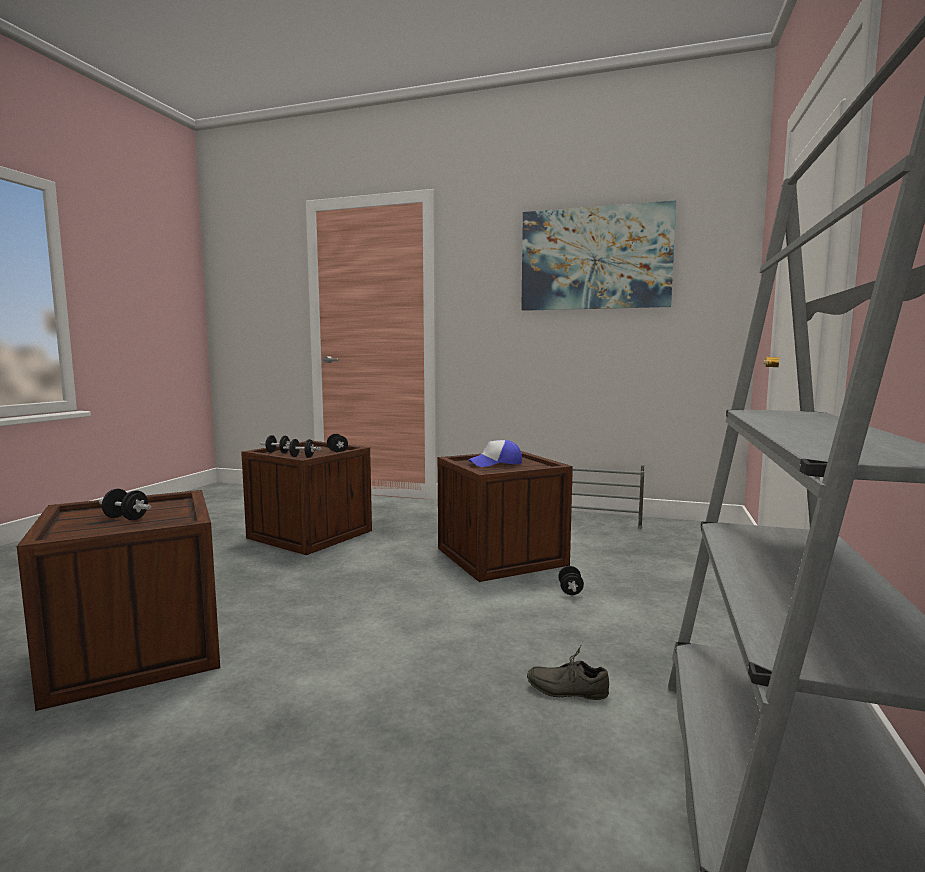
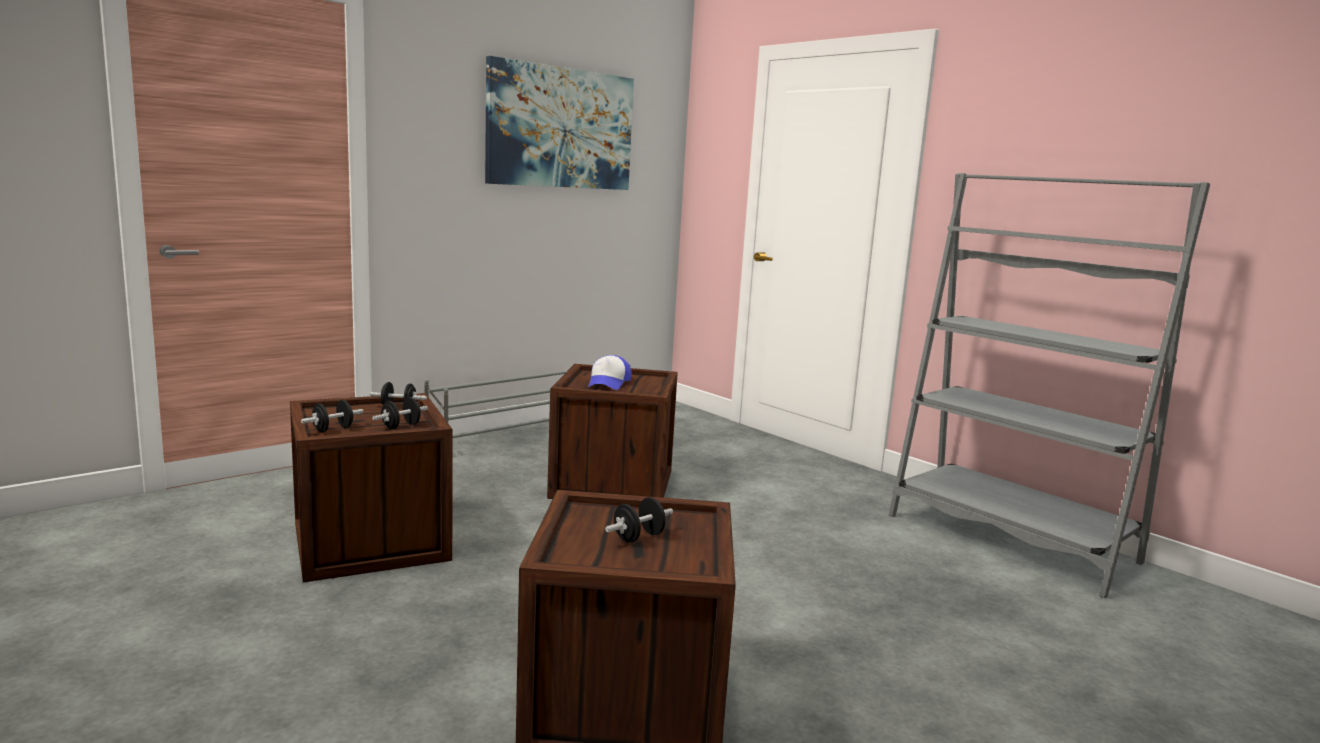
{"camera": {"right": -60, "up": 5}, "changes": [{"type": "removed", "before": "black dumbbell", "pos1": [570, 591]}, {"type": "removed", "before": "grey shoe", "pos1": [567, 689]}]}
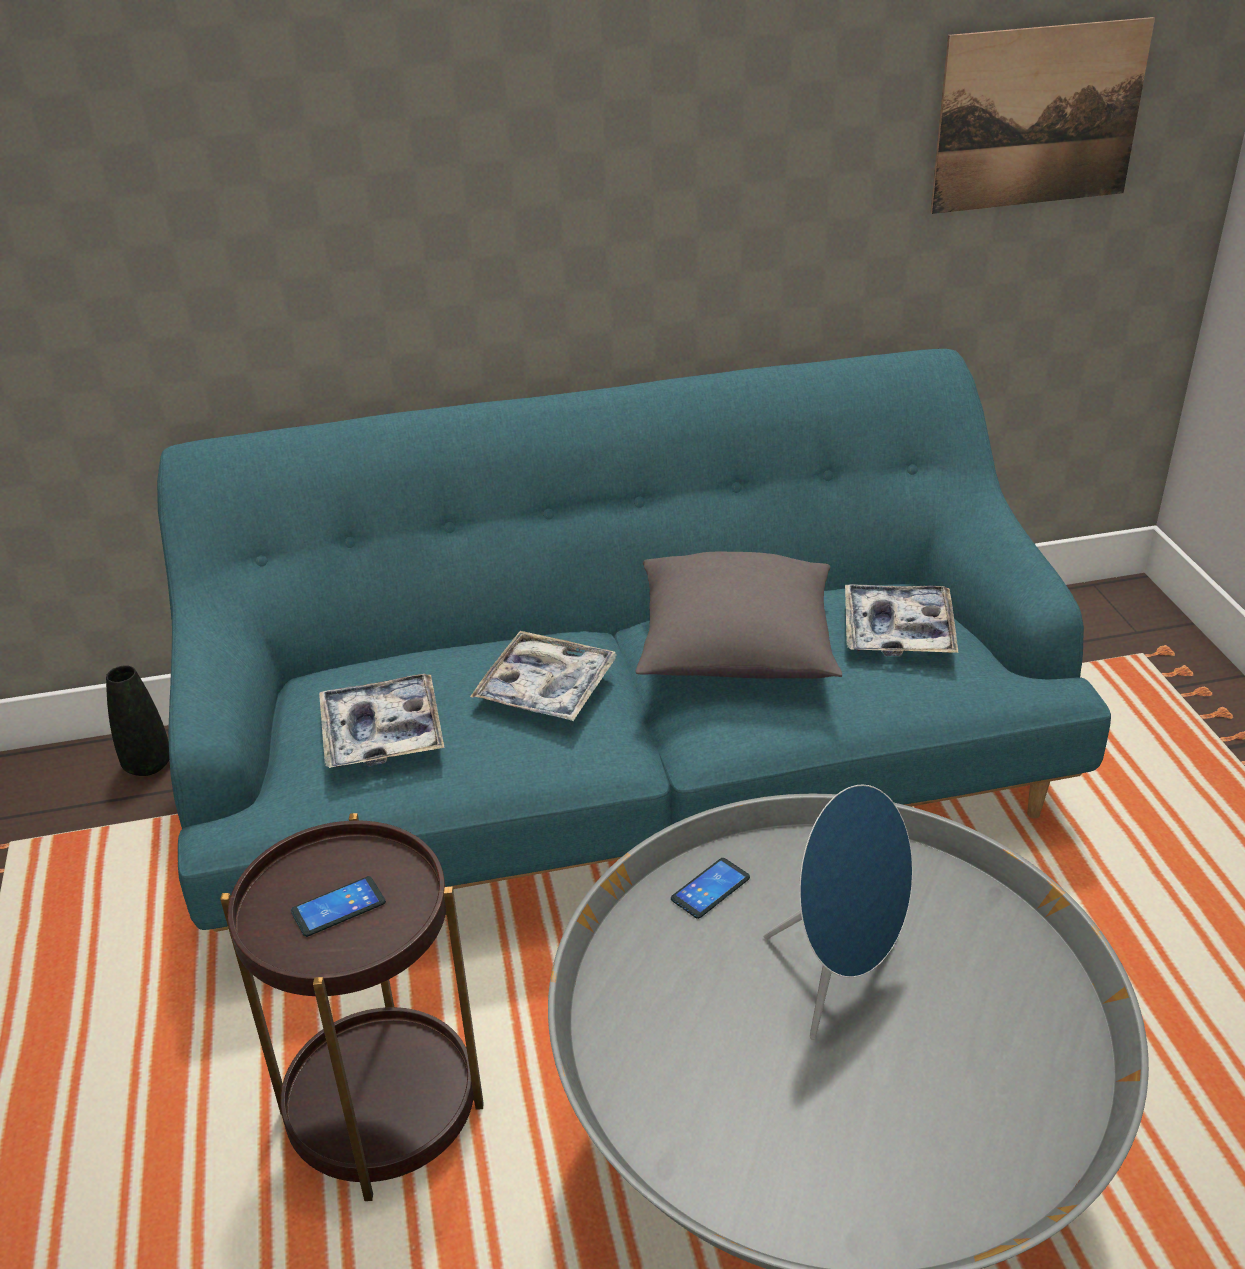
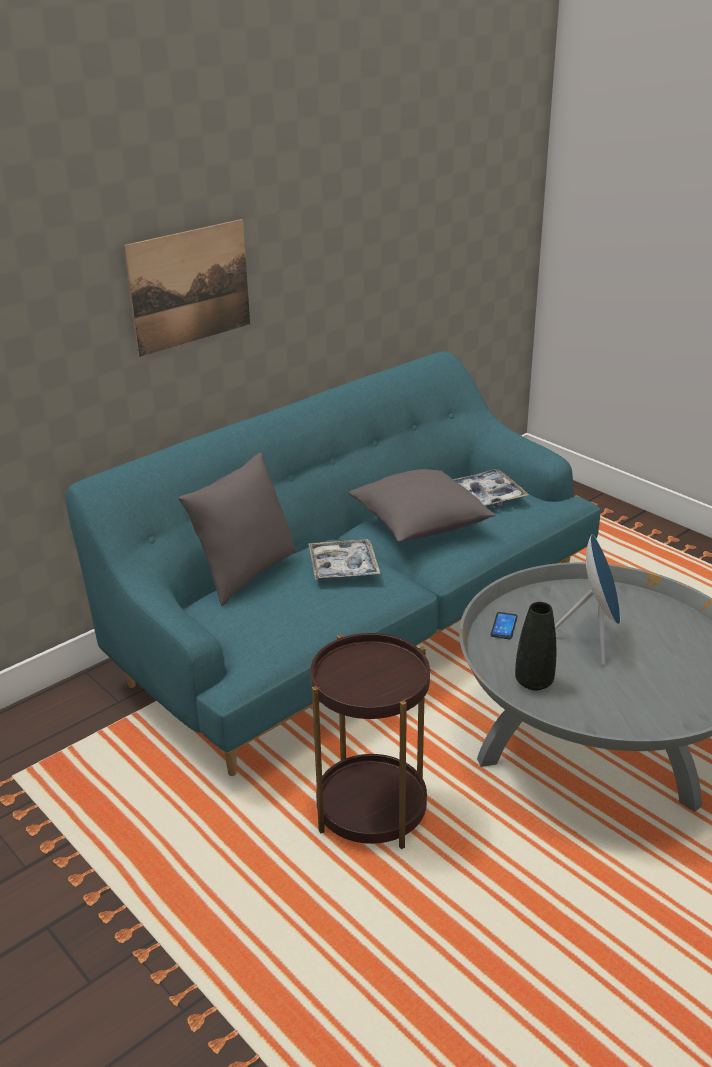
{"camera": {"right": -30, "up": -5}, "changes": [{"type": "moved", "before": "picture", "pos1": [1039, 117], "pos2": [190, 286]}, {"type": "moved", "before": "black vase", "pos1": [148, 765], "pos2": [534, 682]}, {"type": "removed", "before": "tray", "pos1": [382, 732]}, {"type": "removed", "before": "phone", "pos1": [338, 907]}, {"type": "added", "after": "grey pillow", "pos2": [245, 574]}]}
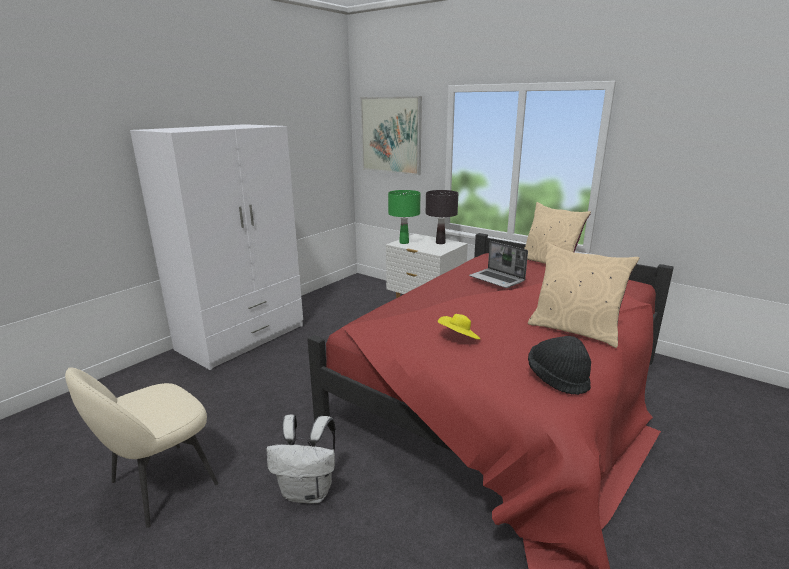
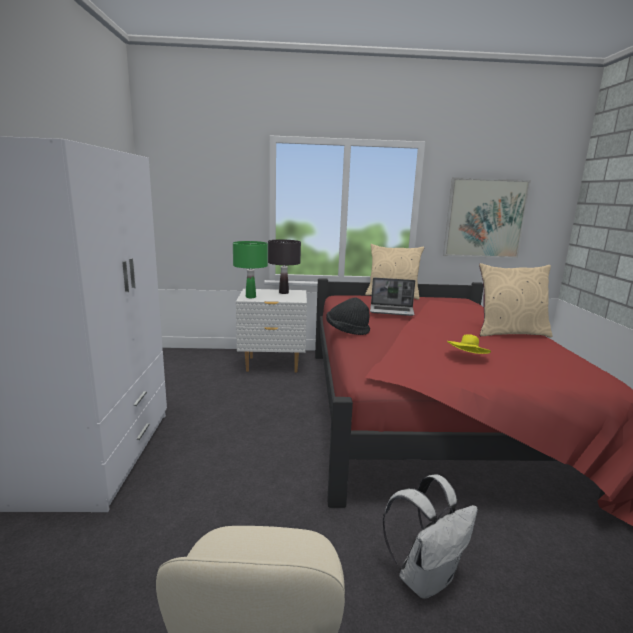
{"camera": {"right": -40, "up": -5}, "changes": [{"type": "moved", "before": "picture", "pos1": [391, 135], "pos2": [484, 218]}, {"type": "moved", "before": "black hat", "pos1": [557, 379], "pos2": [347, 331]}]}
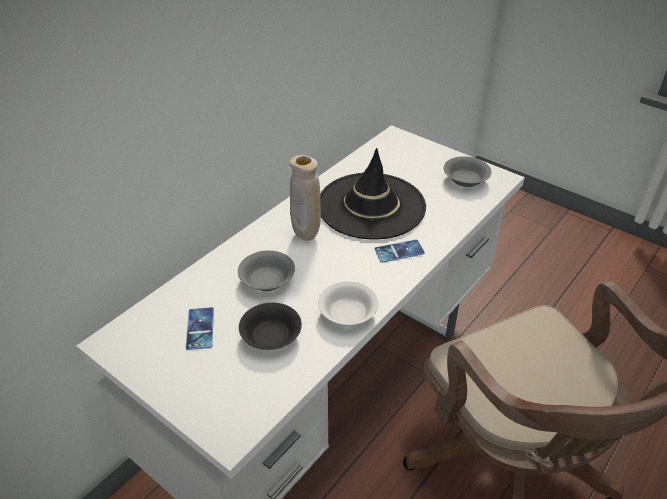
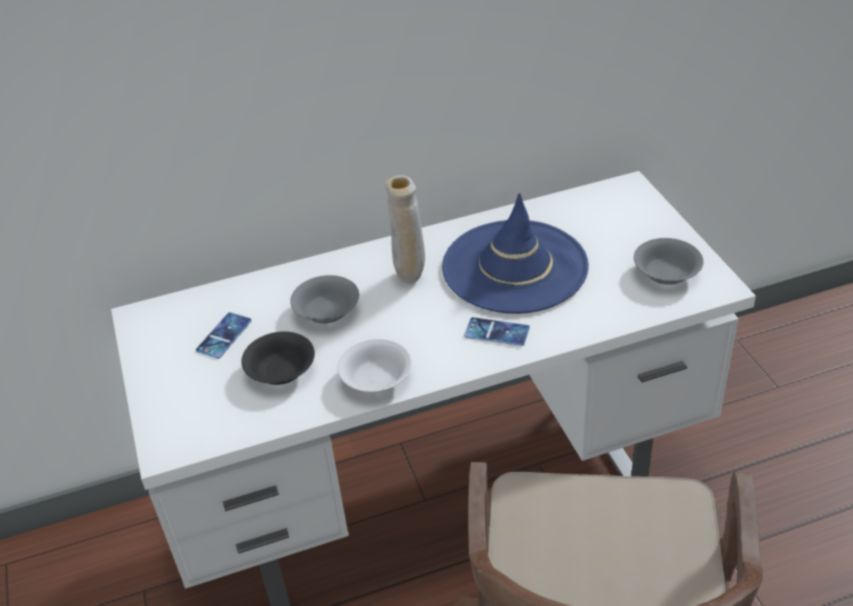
{"camera": {"right": 35, "up": 0}, "changes": [{"type": "recoloured", "before": "black hat", "after": "blue hat", "pos1": [371, 206], "pos2": [514, 267]}]}
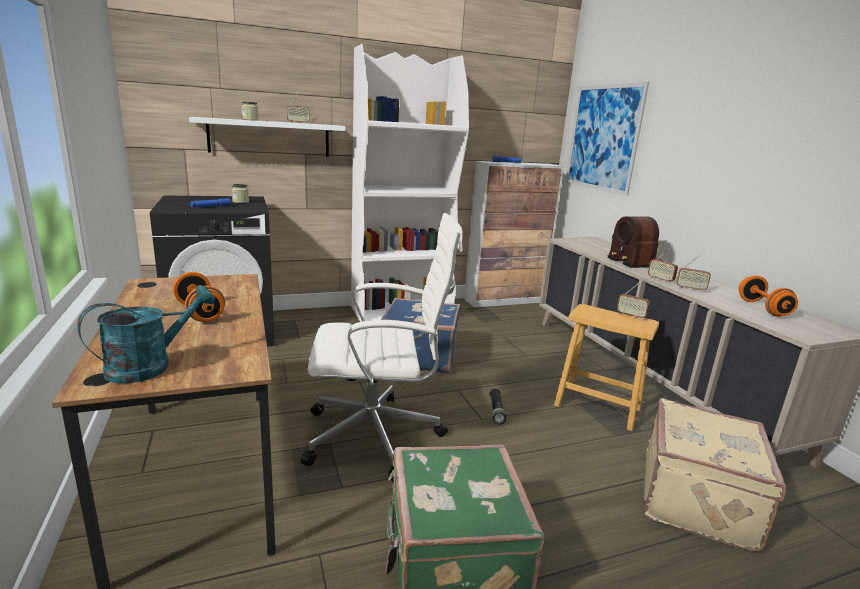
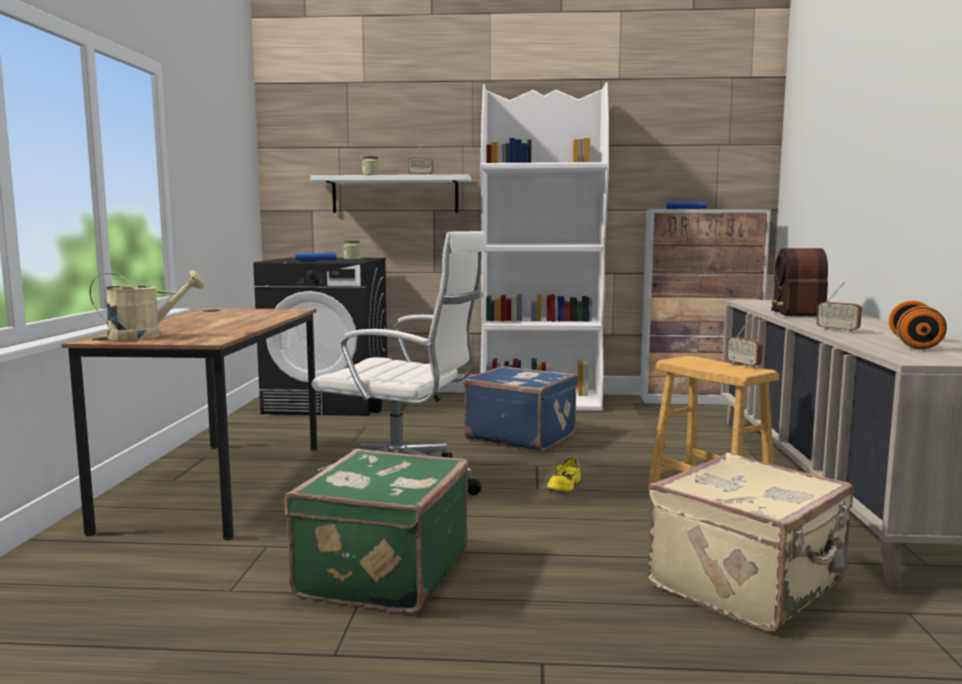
{"camera": {"right": 25, "up": -10}, "changes": [{"type": "removed", "before": "picture", "pos1": [603, 138]}, {"type": "removed", "before": "radio", "pos1": [660, 279]}, {"type": "removed", "before": "orange dumbbell", "pos1": [200, 312]}, {"type": "recoloured", "before": "turquoise watering can", "after": "beige watering can", "pos1": [150, 366], "pos2": [145, 336]}, {"type": "replaced", "before": "black flashlight", "after": "yellow shoe", "pos1": [496, 411], "pos2": [564, 485]}]}
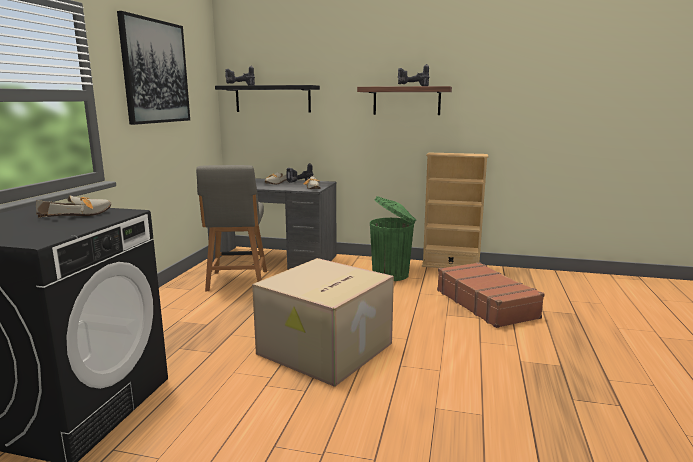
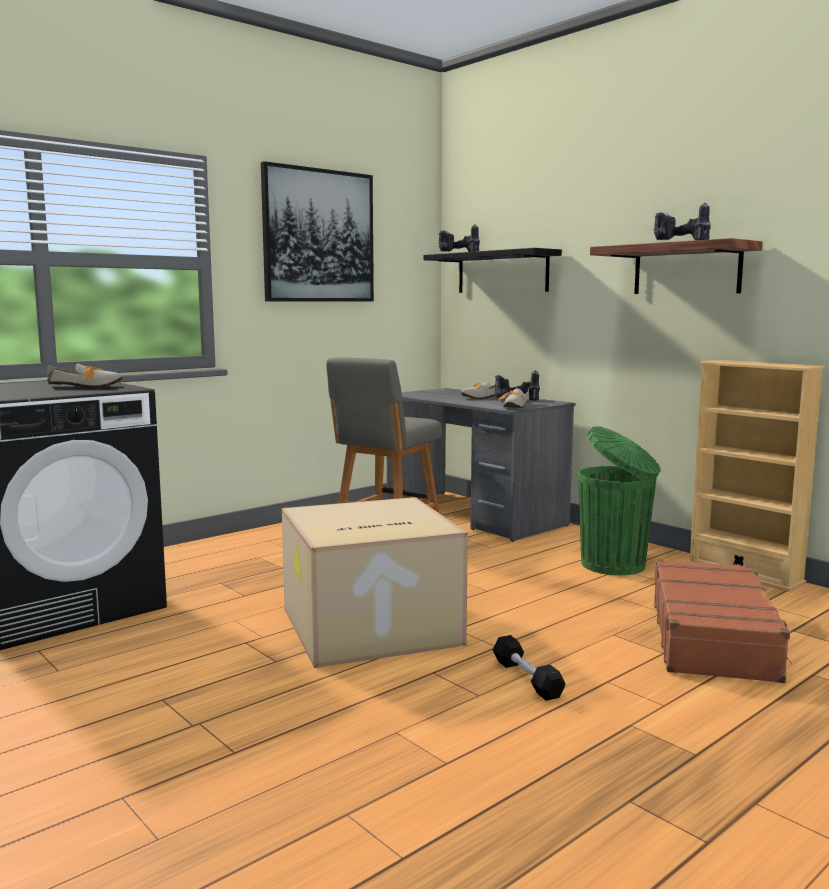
{"camera": {"right": 35, "up": -5}, "changes": [{"type": "added", "after": "black dumbbell", "pos2": [527, 678]}]}
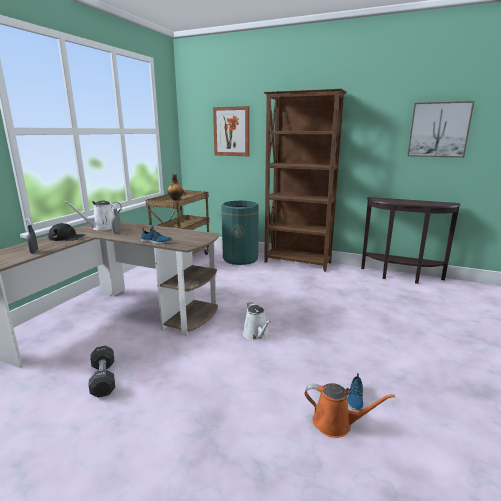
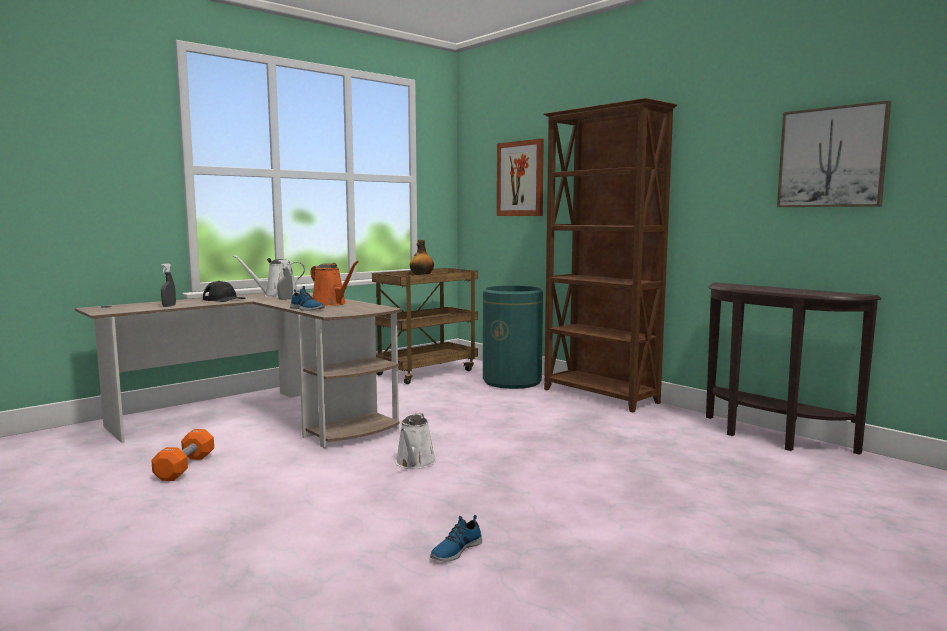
{"camera": {"right": 25, "up": -10}, "changes": [{"type": "recoloured", "before": "black dumbbell", "after": "orange dumbbell", "pos1": [103, 379], "pos2": [185, 467]}, {"type": "moved", "before": "orange watering can", "pos1": [336, 423], "pos2": [331, 304]}]}
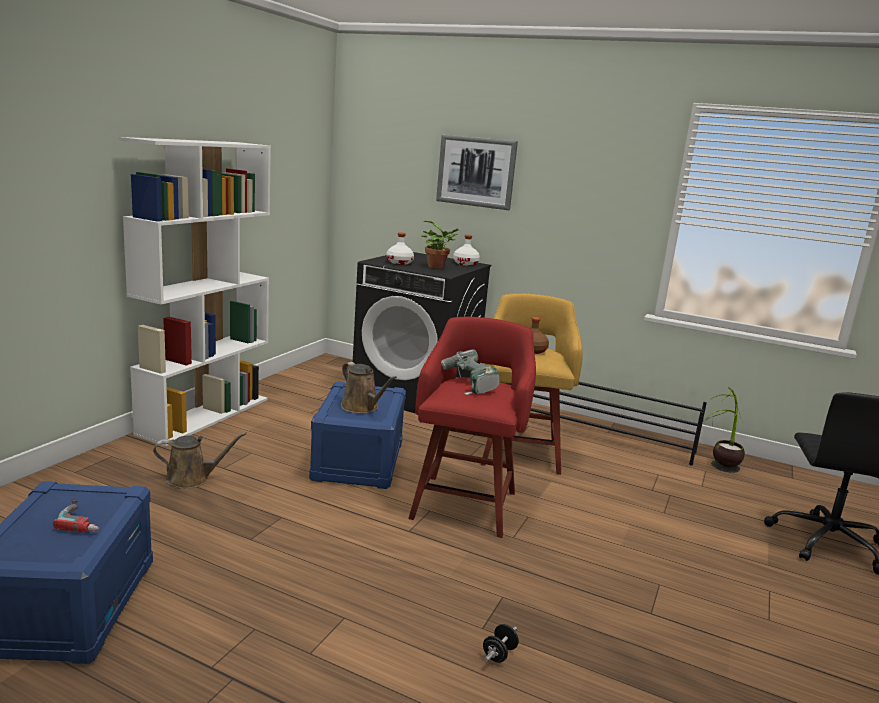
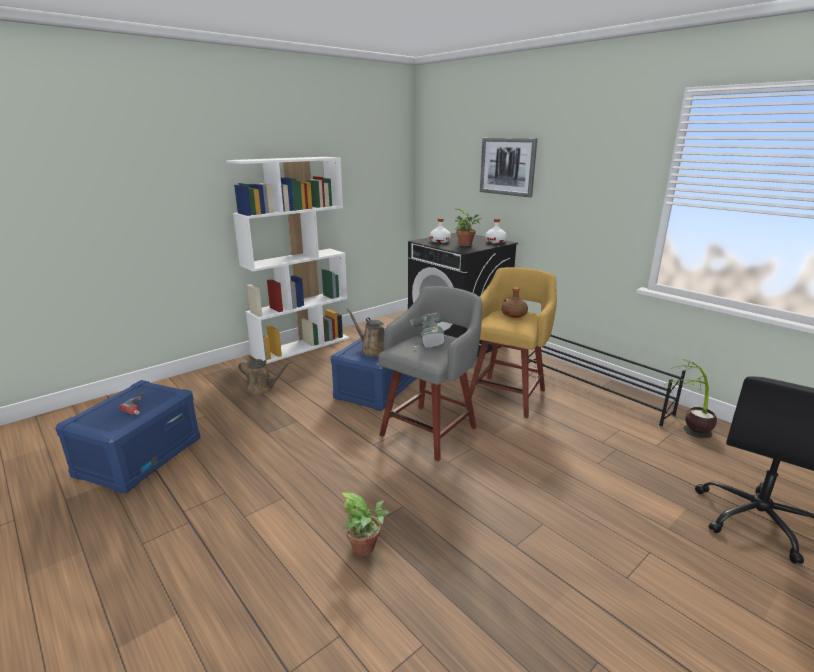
{"camera": {"right": 25, "up": 5}, "changes": [{"type": "recoloured", "before": "red stool", "after": "grey stool", "pos1": [465, 503], "pos2": [431, 430]}, {"type": "turned", "before": "brown watering can", "pos1": [362, 407], "pos2": [372, 350], "turn": 150}, {"type": "replaced", "before": "black dumbbell", "after": "potted plant", "pos1": [499, 654], "pos2": [366, 548]}]}
